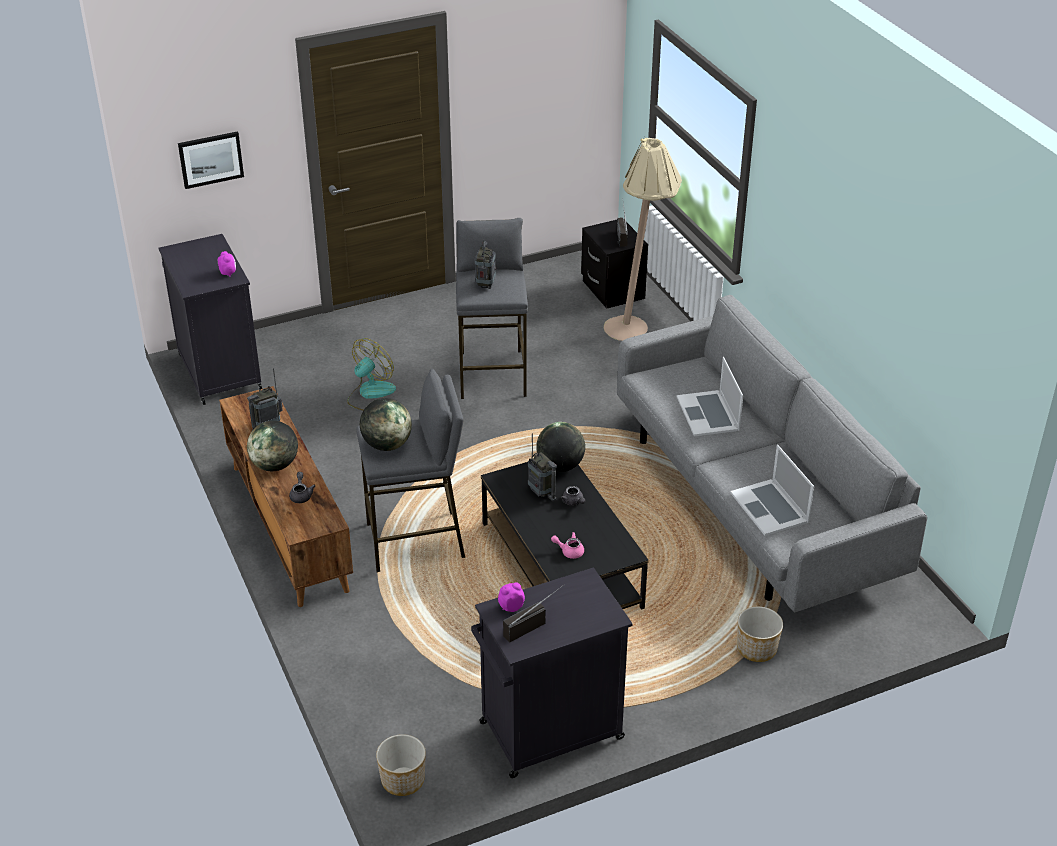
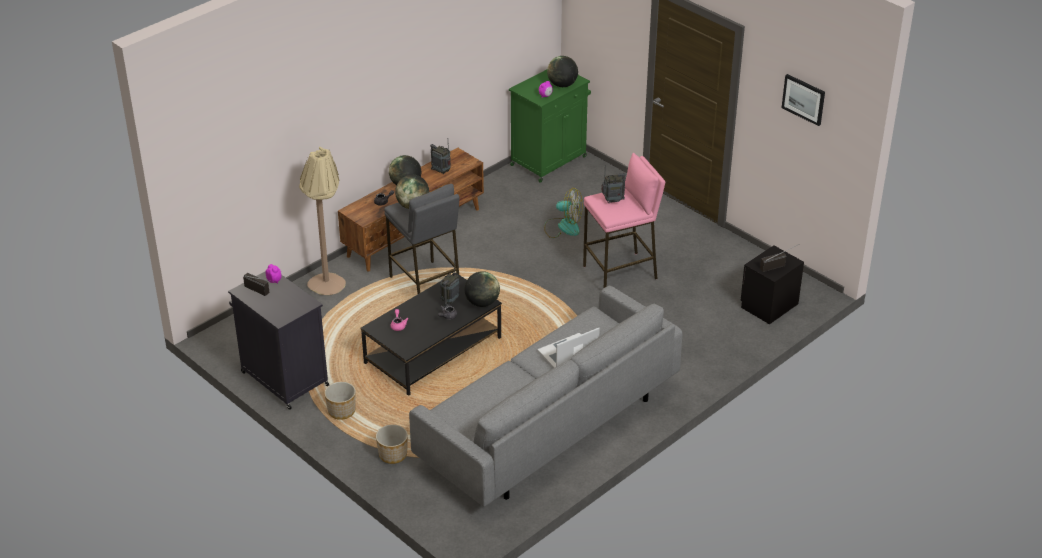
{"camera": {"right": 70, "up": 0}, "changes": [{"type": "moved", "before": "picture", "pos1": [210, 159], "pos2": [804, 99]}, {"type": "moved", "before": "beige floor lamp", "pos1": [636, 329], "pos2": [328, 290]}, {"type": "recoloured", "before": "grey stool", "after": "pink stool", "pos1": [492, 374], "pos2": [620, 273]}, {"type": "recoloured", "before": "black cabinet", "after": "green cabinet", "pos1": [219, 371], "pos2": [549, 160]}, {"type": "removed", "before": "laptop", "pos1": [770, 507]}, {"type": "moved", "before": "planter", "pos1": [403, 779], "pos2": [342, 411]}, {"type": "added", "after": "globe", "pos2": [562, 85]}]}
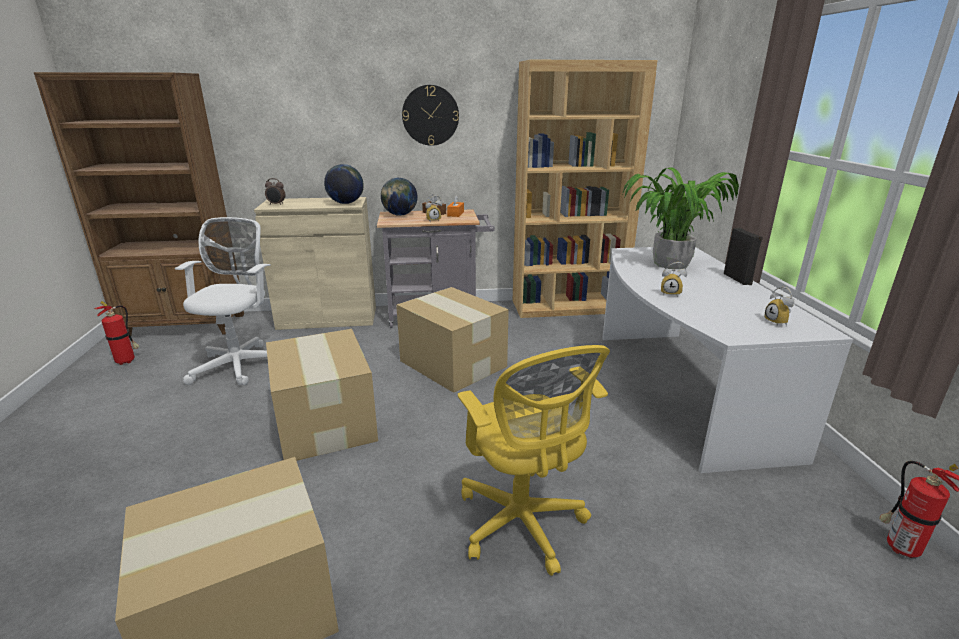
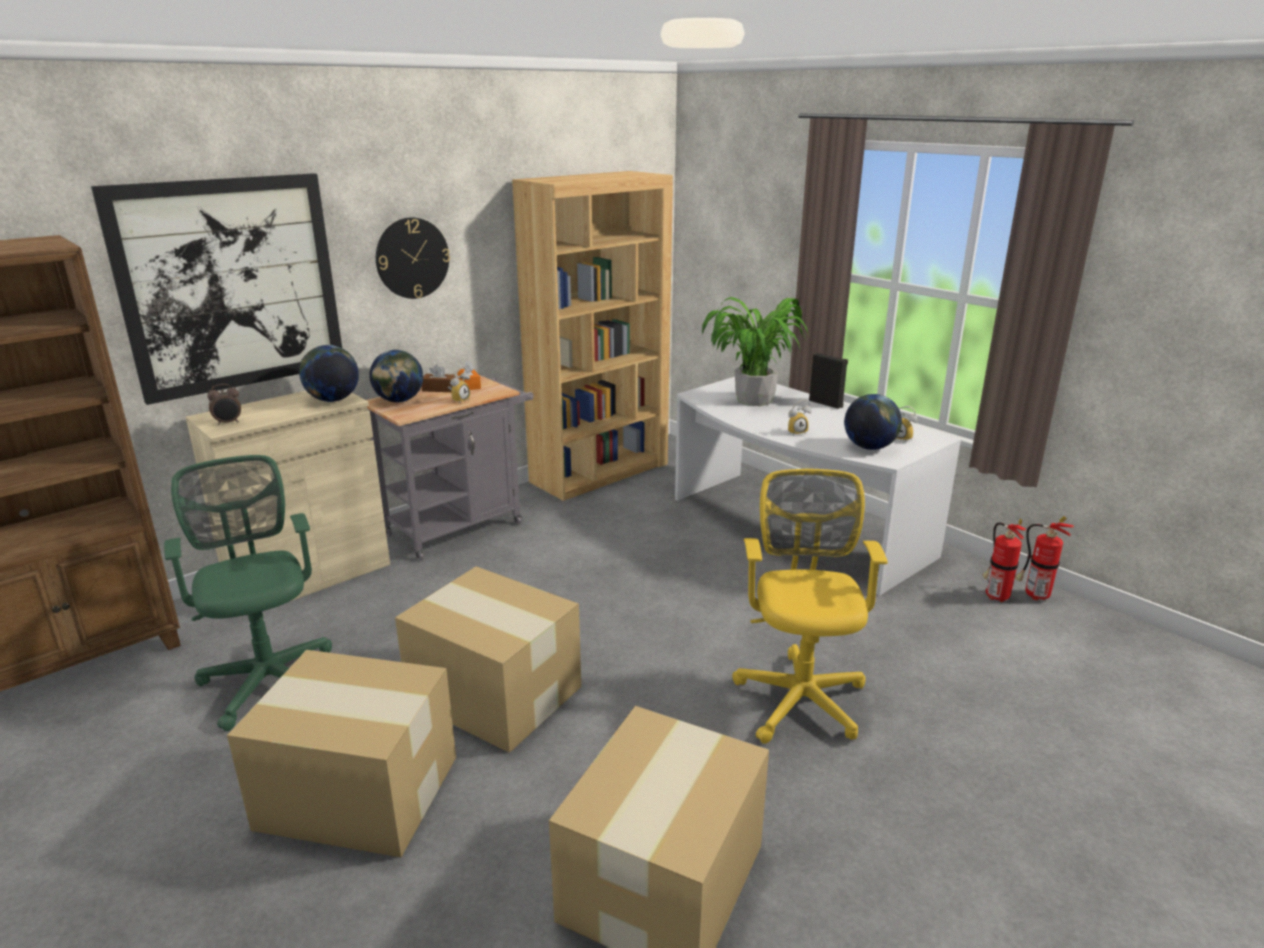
{"camera": {"right": -35, "up": 0}, "changes": [{"type": "recoloured", "before": "white office chair", "after": "green office chair", "pos1": [240, 364], "pos2": [268, 676]}, {"type": "moved", "before": "cardboard box", "pos1": [453, 364], "pos2": [360, 793]}, {"type": "moved", "before": "fire extinguisher", "pos1": [127, 361], "pos2": [995, 596]}, {"type": "turned", "before": "yellow office chair", "pos1": [522, 525], "pos2": [800, 696], "turn": -120}, {"type": "added", "after": "picture", "pos2": [231, 285]}, {"type": "added", "after": "globe", "pos2": [869, 448]}]}
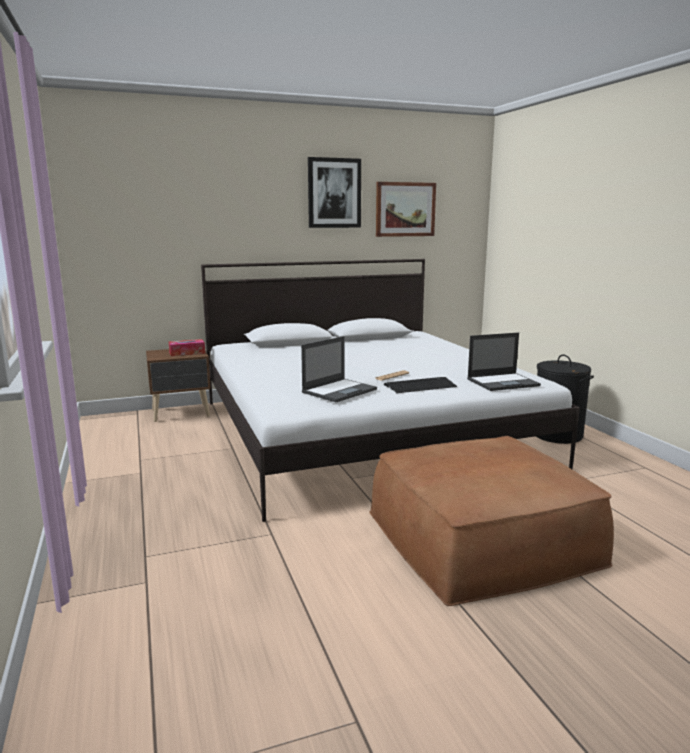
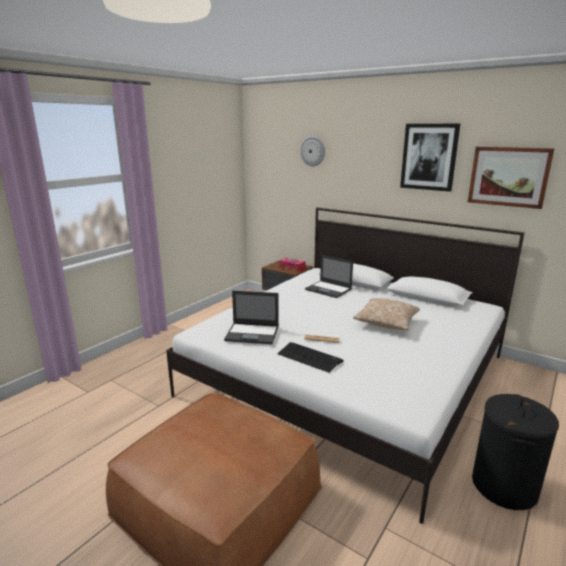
{"camera": {"right": 55, "up": 5}, "changes": [{"type": "moved", "before": "laptop", "pos1": [503, 382], "pos2": [329, 289]}, {"type": "added", "after": "wall clock", "pos2": [313, 151]}, {"type": "added", "after": "pillow", "pos2": [386, 323]}]}
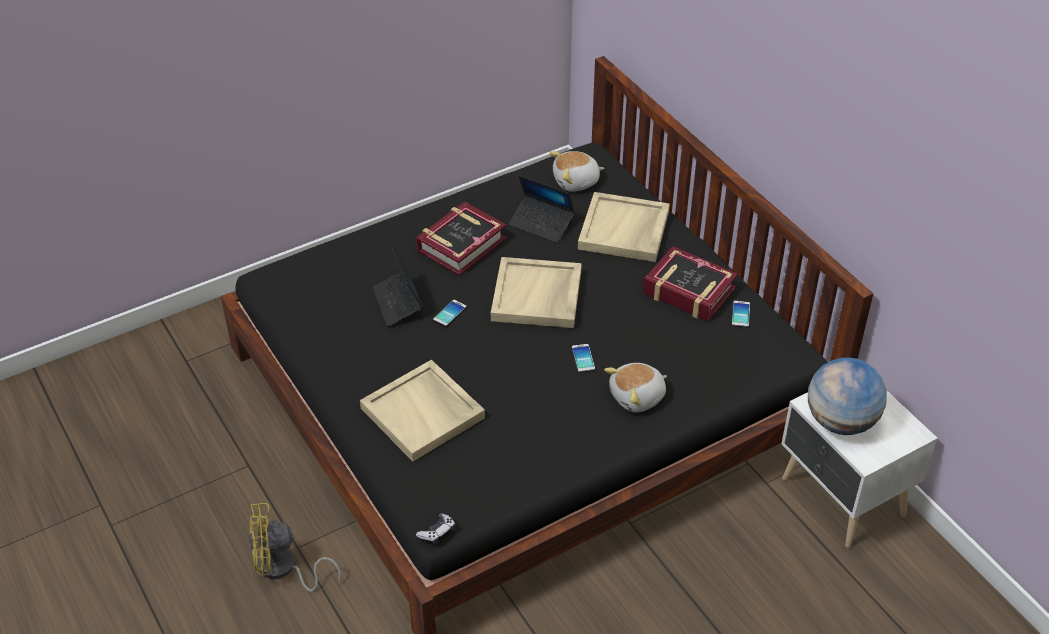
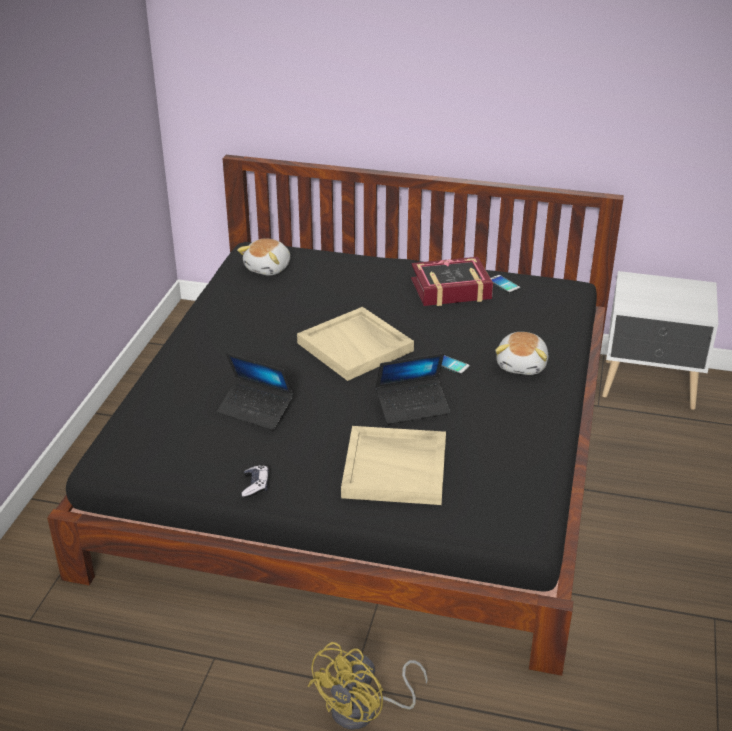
{"camera": {"right": -45, "up": -10}, "changes": [{"type": "moved", "before": "laptop", "pos1": [541, 224], "pos2": [412, 407]}, {"type": "removed", "before": "beige tray", "pos1": [624, 231]}, {"type": "removed", "before": "book", "pos1": [461, 244]}, {"type": "removed", "before": "phone", "pos1": [449, 313]}, {"type": "removed", "before": "globe", "pos1": [841, 422]}, {"type": "moved", "before": "game controller", "pos1": [437, 533], "pos2": [255, 486]}]}
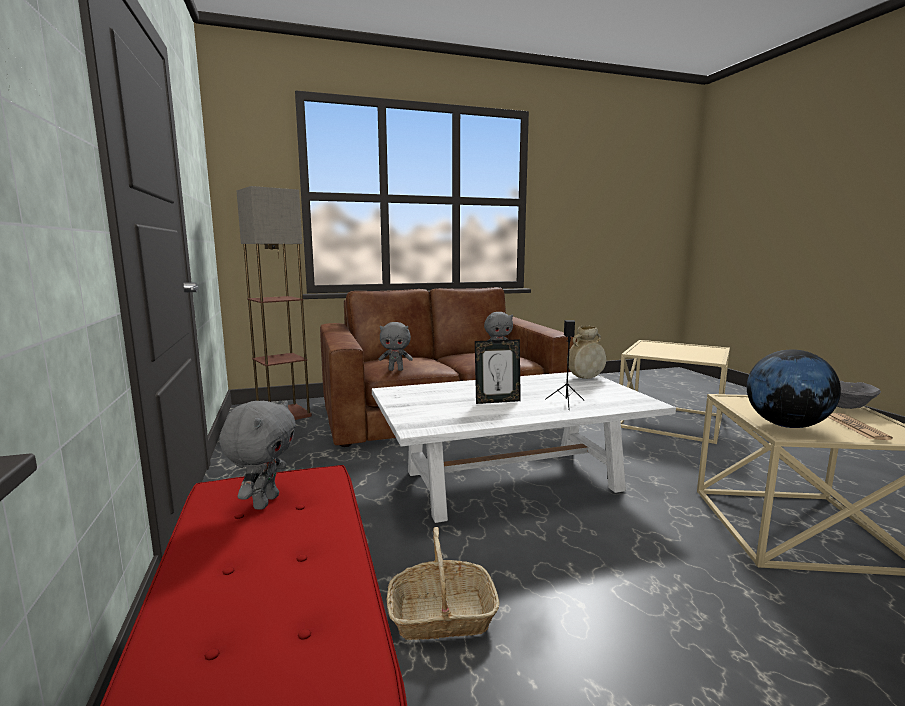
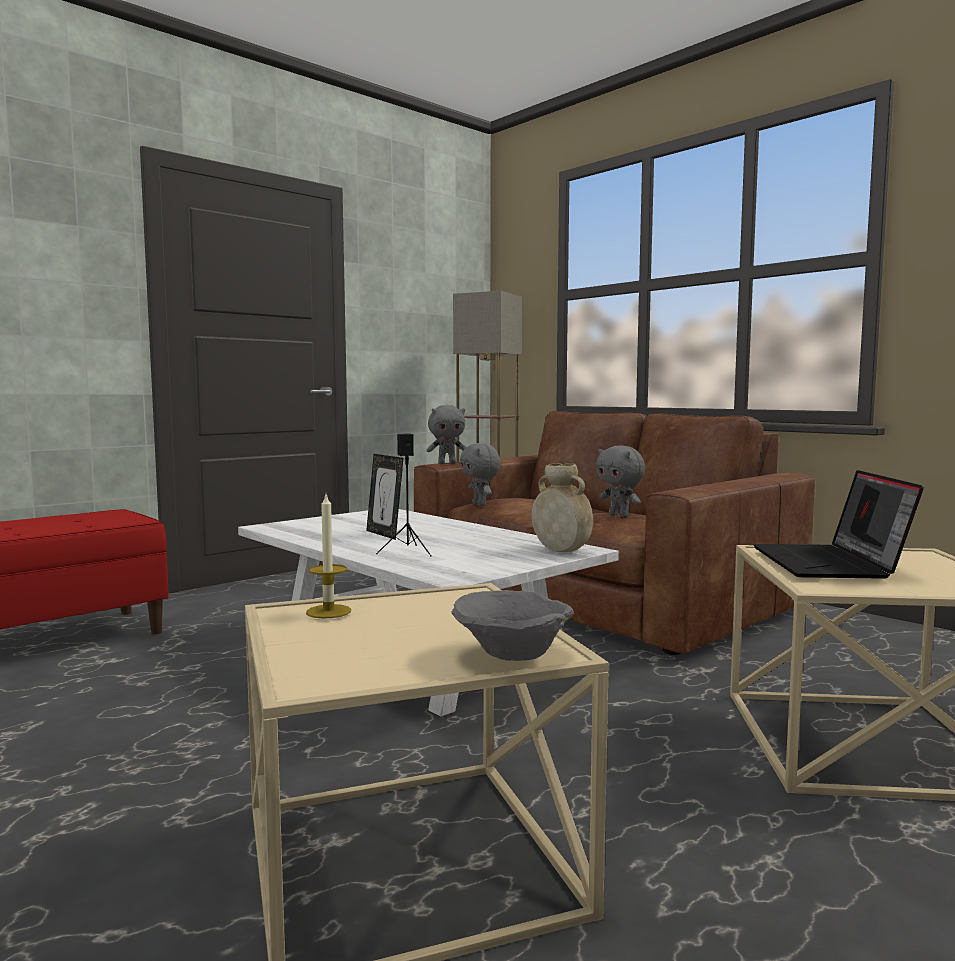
{"camera": {"right": 65, "up": -5}, "changes": [{"type": "replaced", "before": "globe", "after": "candle", "pos1": [786, 425], "pos2": [328, 611]}, {"type": "moved", "before": "grey plush toy", "pos1": [264, 502], "pos2": [447, 463]}, {"type": "removed", "before": "newspaper", "pos1": [857, 427]}, {"type": "removed", "before": "basket", "pos1": [441, 616]}, {"type": "added", "after": "laptop", "pos2": [830, 564]}]}
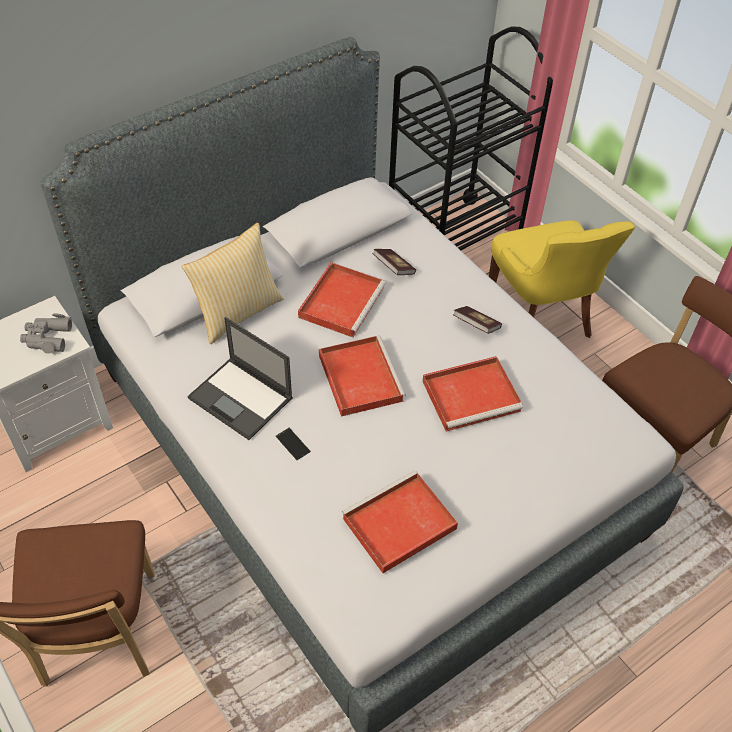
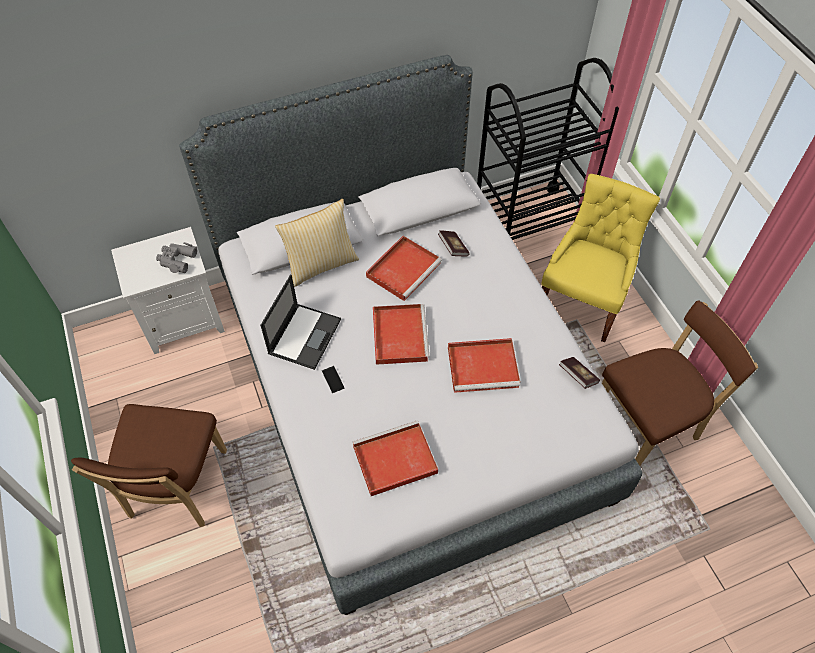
{"camera": {"right": 15, "up": 5}, "changes": [{"type": "turned", "before": "yellow chair", "pos1": [540, 318], "pos2": [582, 302], "turn": -150}, {"type": "moved", "before": "book", "pos1": [476, 326], "pos2": [577, 376]}, {"type": "turned", "before": "laptop", "pos1": [241, 398], "pos2": [305, 335], "turn": -120}]}
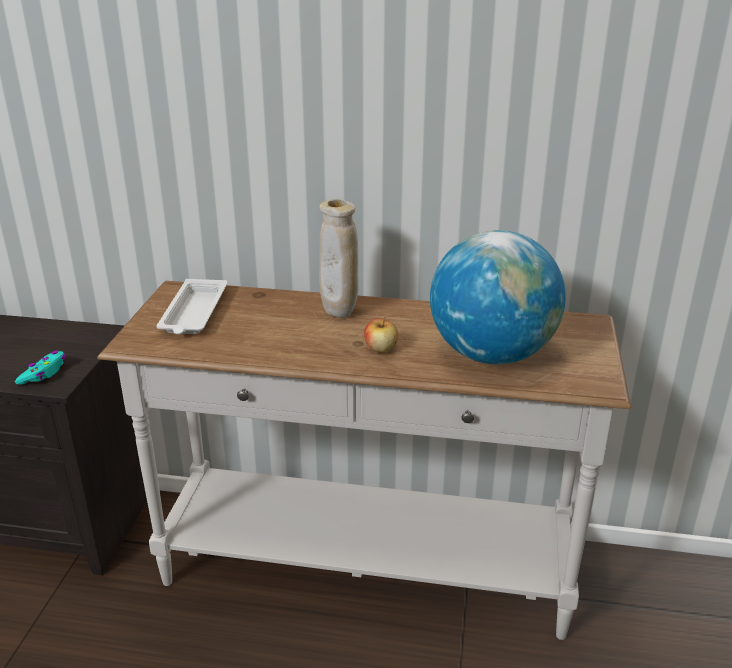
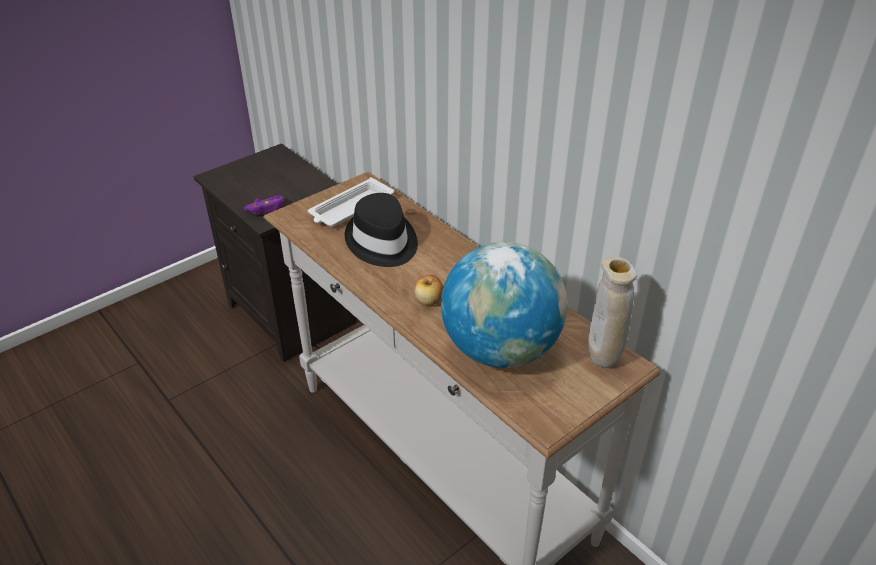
{"camera": {"right": 40, "up": 10}, "changes": [{"type": "moved", "before": "beige vase", "pos1": [339, 313], "pos2": [603, 360]}, {"type": "recoloured", "before": "turquoise game controller", "after": "purple game controller", "pos1": [44, 373], "pos2": [266, 209]}, {"type": "added", "after": "black hat", "pos2": [382, 242]}]}
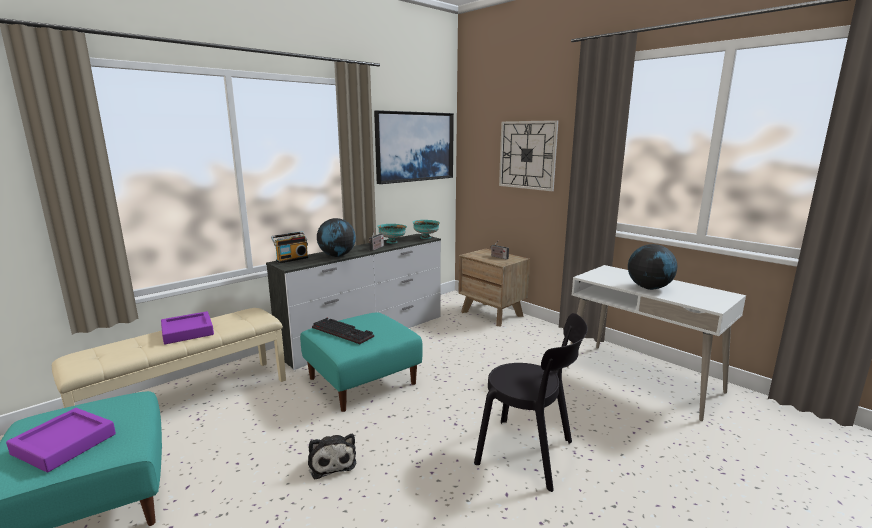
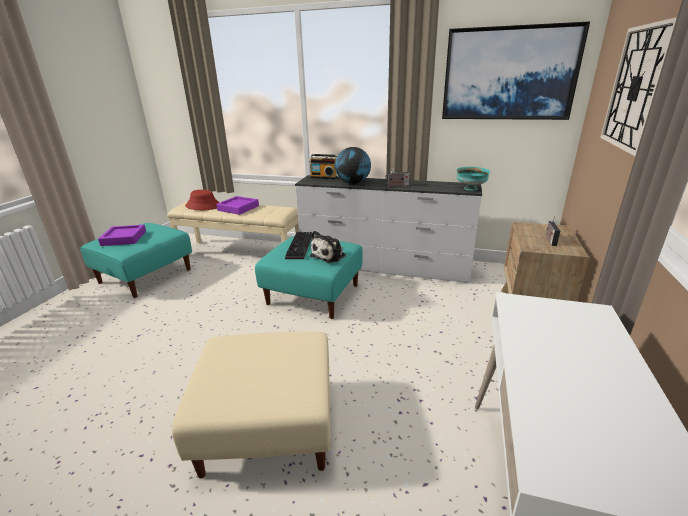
{"camera": {"right": 60, "up": 10}, "changes": [{"type": "removed", "before": "turquoise bowl", "pos1": [392, 242]}, {"type": "removed", "before": "globe", "pos1": [649, 288]}, {"type": "replaced", "before": "black chair", "after": "beige ottoman", "pos1": [529, 454], "pos2": [268, 427]}, {"type": "moved", "before": "plush toy", "pos1": [331, 461], "pos2": [329, 255]}, {"type": "added", "after": "red hat", "pos2": [203, 206]}]}
